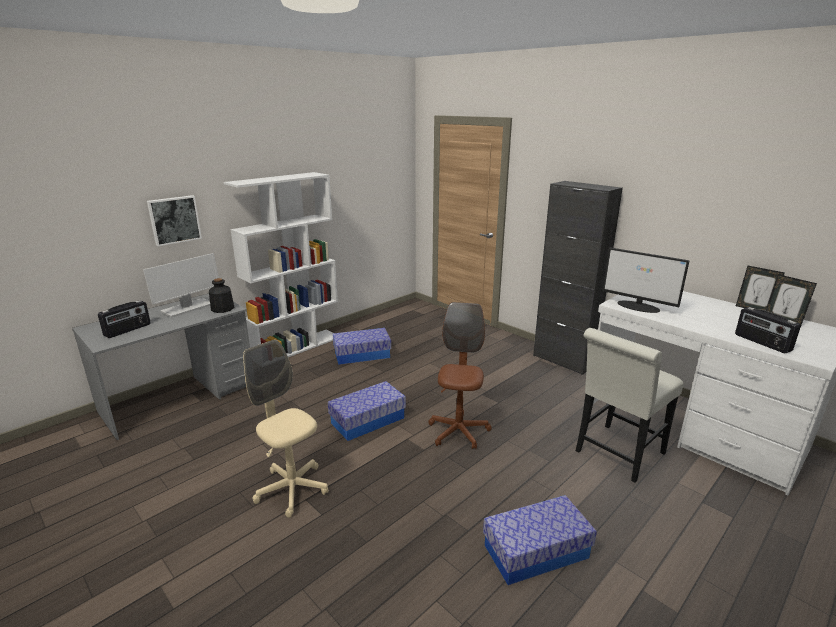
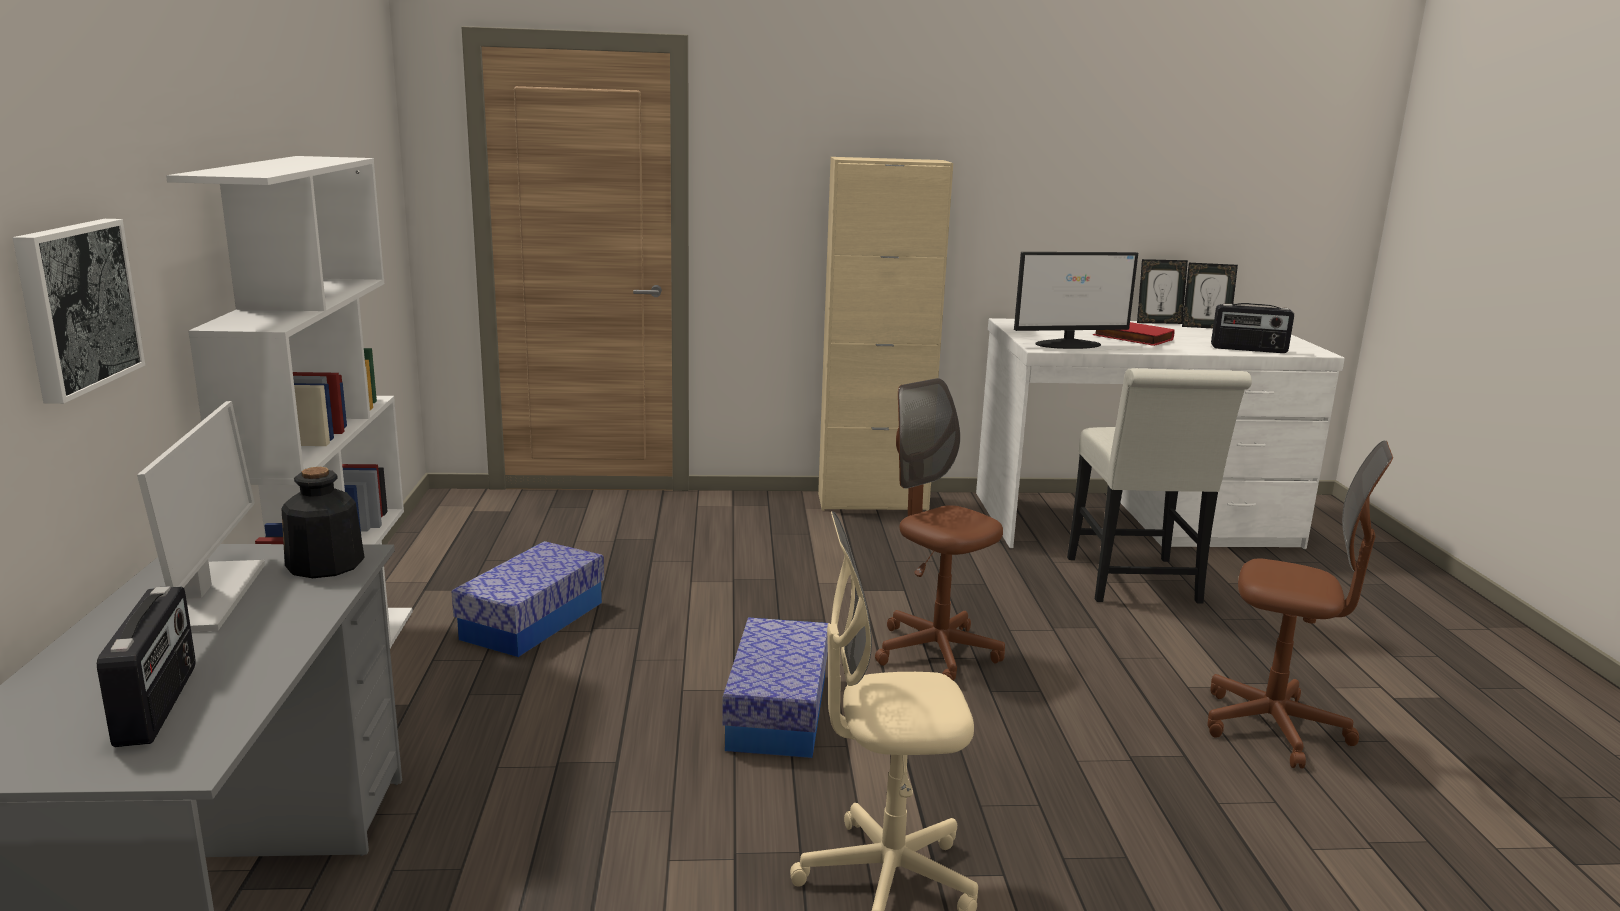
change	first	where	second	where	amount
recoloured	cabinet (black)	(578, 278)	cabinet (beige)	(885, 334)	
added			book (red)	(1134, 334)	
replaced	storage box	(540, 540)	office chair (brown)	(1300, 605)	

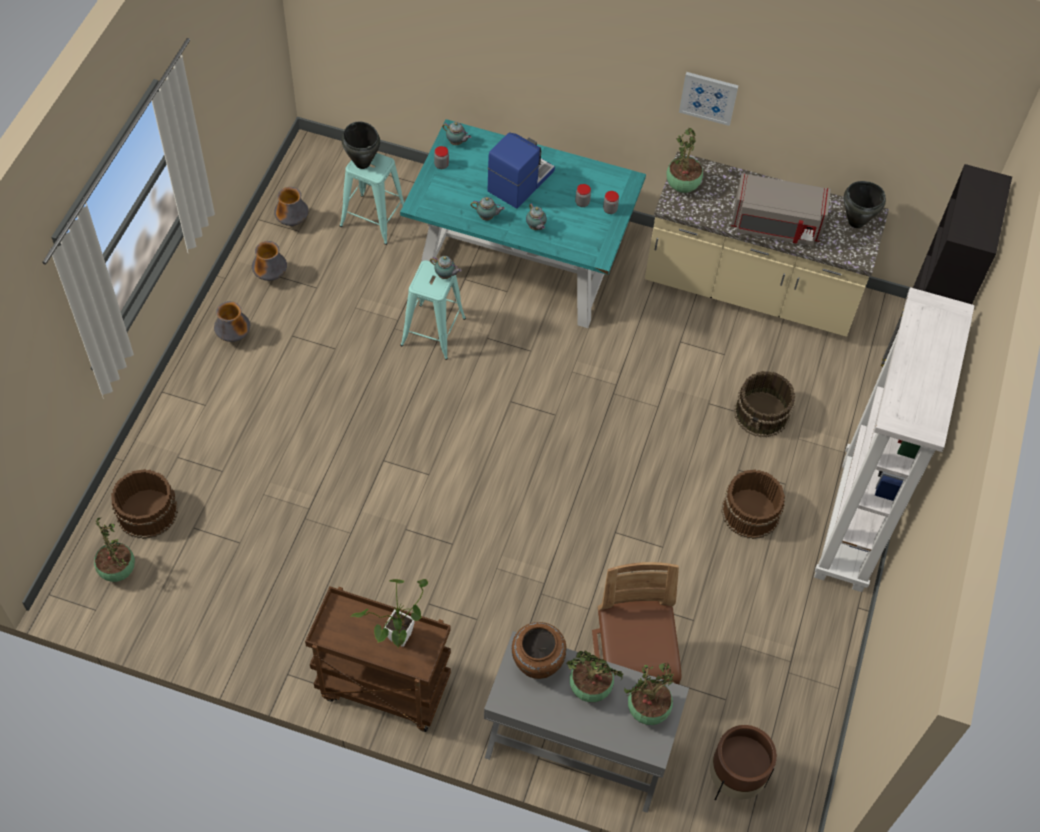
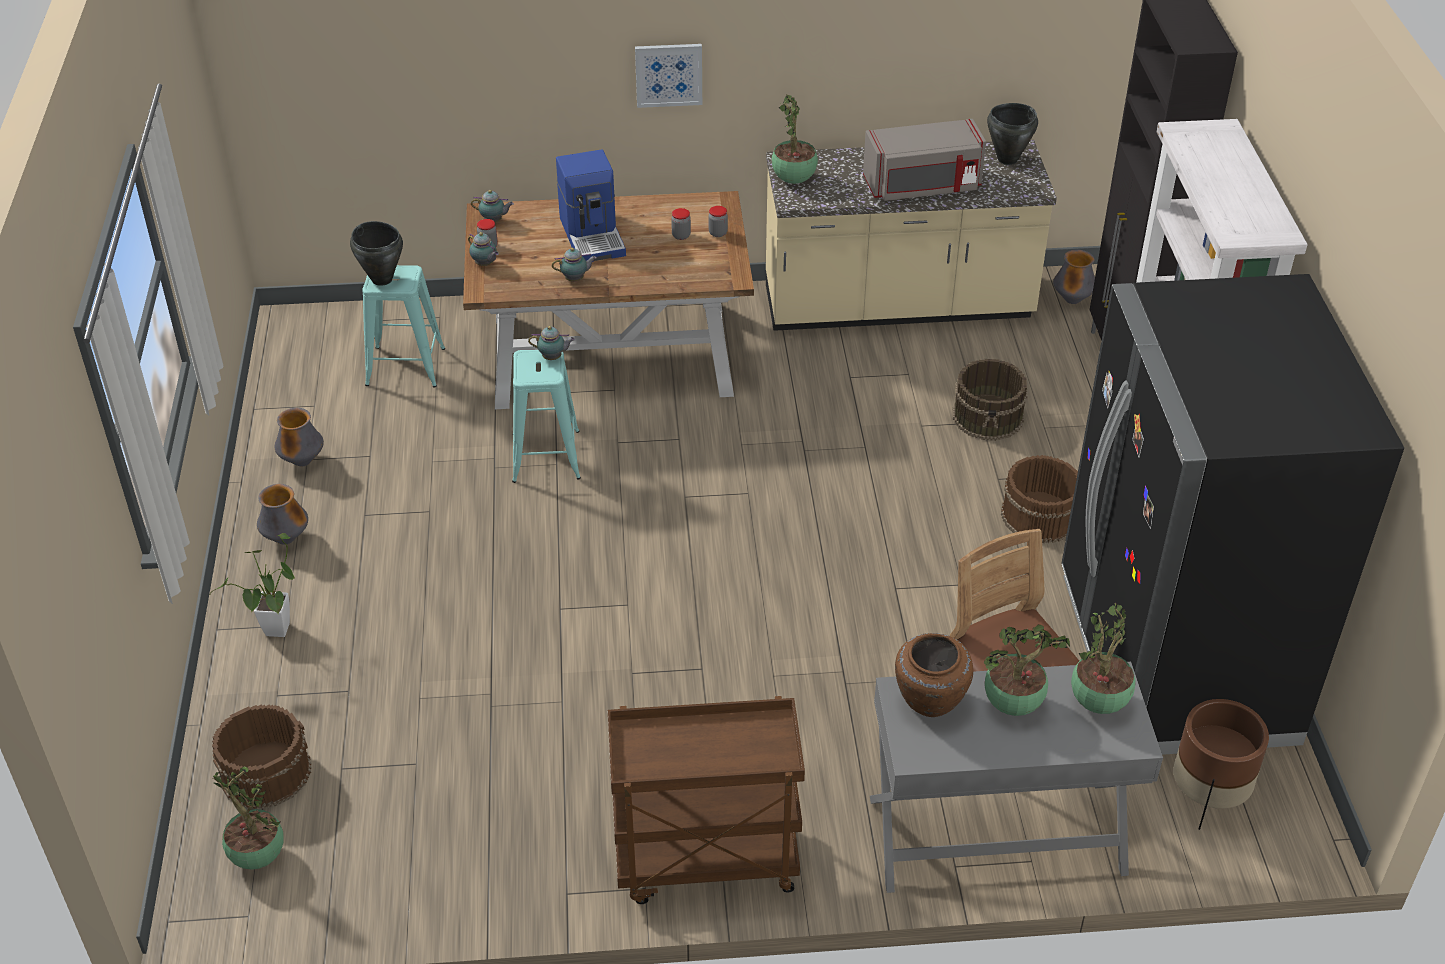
change	first	where	second	where	amount
moved	potted plant	(389, 613)		(252, 585)	
recoloured	dining table (turquoise)	(523, 223)	dining table (brown)	(608, 300)	
moved	teapot	(536, 216)		(483, 249)	
turned	coffee machine	(521, 170)		(591, 205)	150 degrees clockwise
moved	picture	(709, 99)		(668, 76)	
moved	vase	(291, 206)		(1074, 276)	
added			fridge (black)	(1233, 514)	

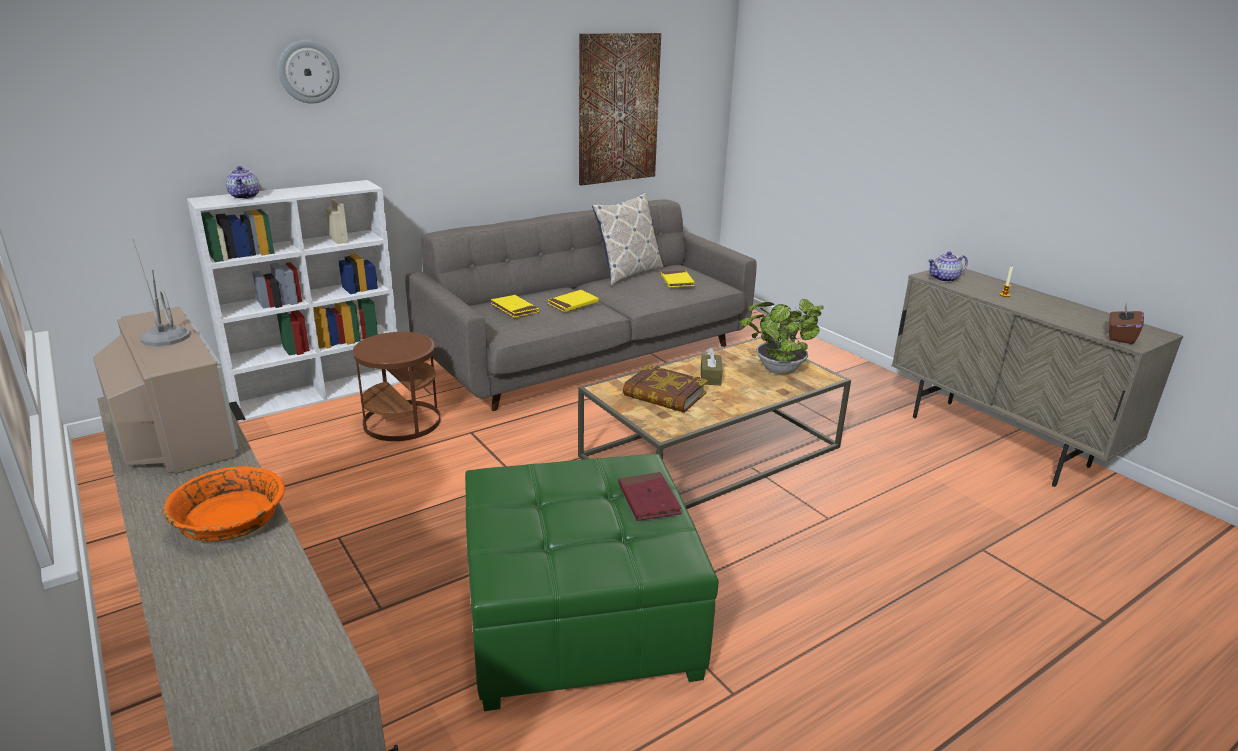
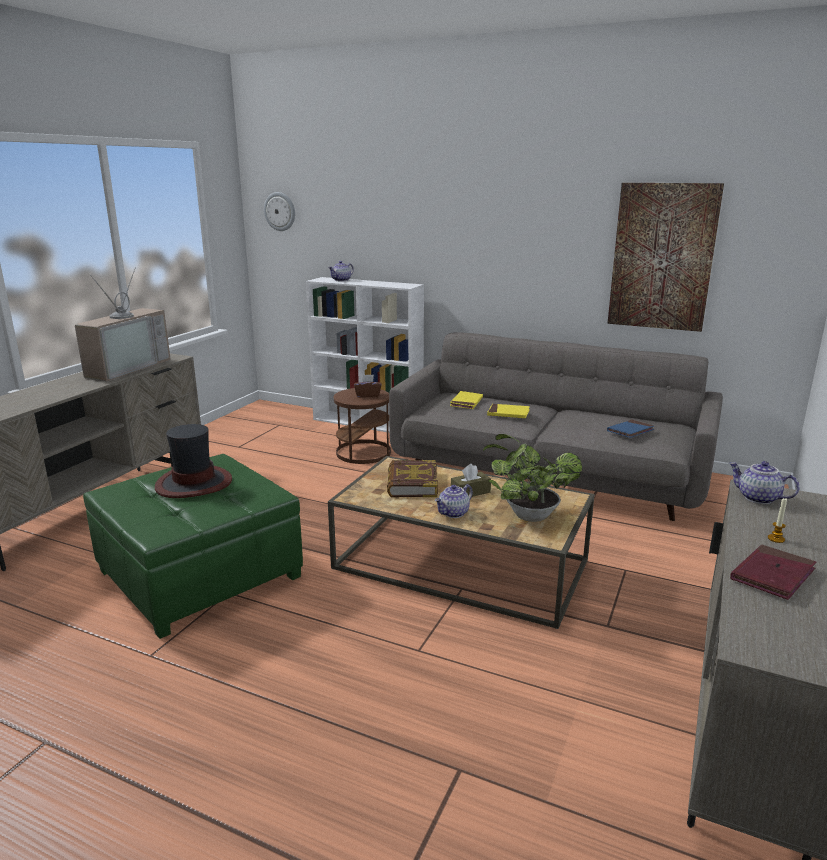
change	first	where	second	where	amount
added			hat	(193, 461)	
moved	wall clock	(309, 72)		(279, 211)	
moved	tissue box (brown)	(1126, 324)		(368, 386)	
added			teapot	(454, 501)	
recoloured	book (yellow)	(678, 278)	book (blue)	(630, 429)	
moved	book (red)	(650, 496)		(773, 572)	
removed	bowl (orange)	(224, 504)			
removed	pillow	(627, 239)			

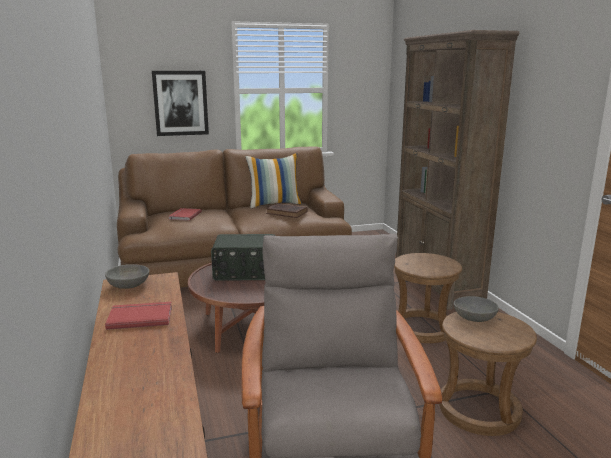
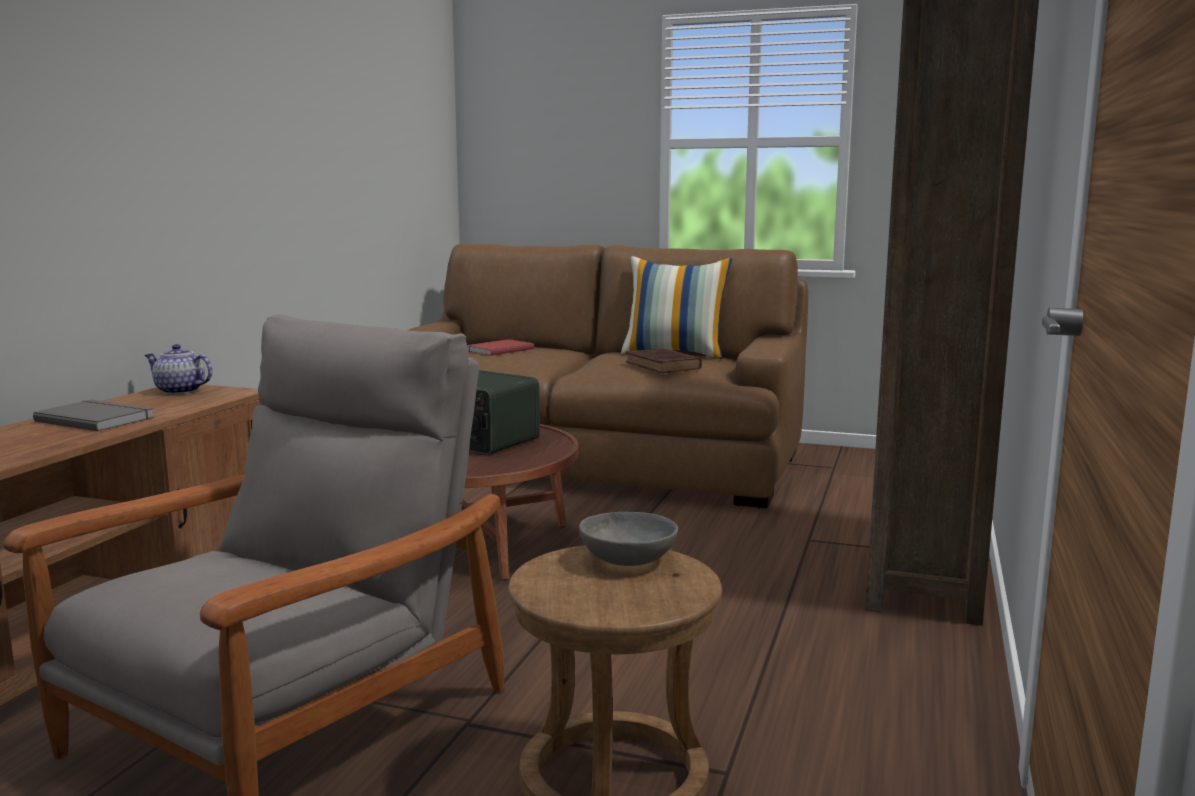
change	first	where	second	where	amount
recoloured	book (red)	(138, 316)	book (grey)	(93, 415)	
replaced	bowl (grey)	(127, 276)	teapot	(178, 369)	
removed	picture	(180, 103)			
removed	stool (brown)	(428, 298)			

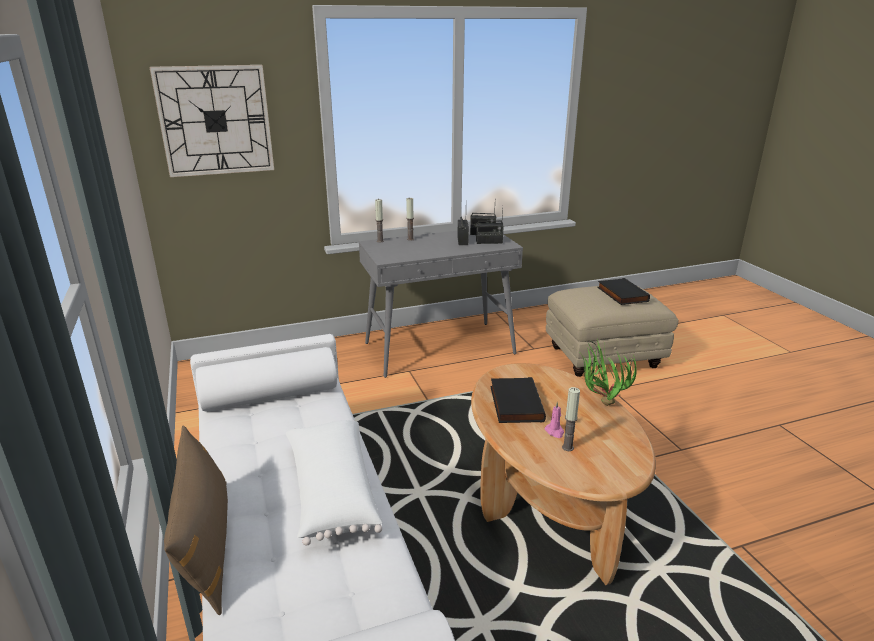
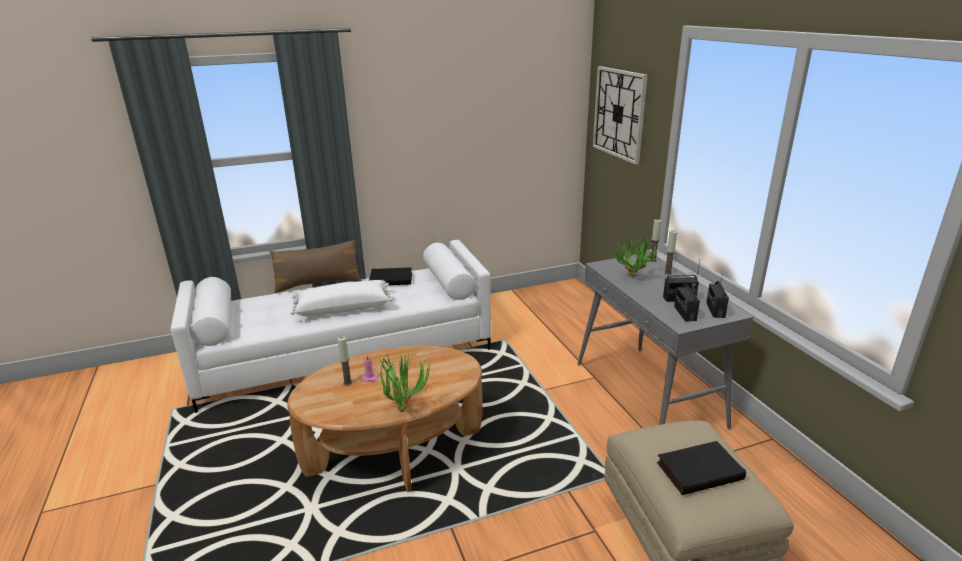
change	first	where	second	where	amount
moved	book (black)	(518, 400)		(390, 276)	
added			potted plant	(636, 254)	

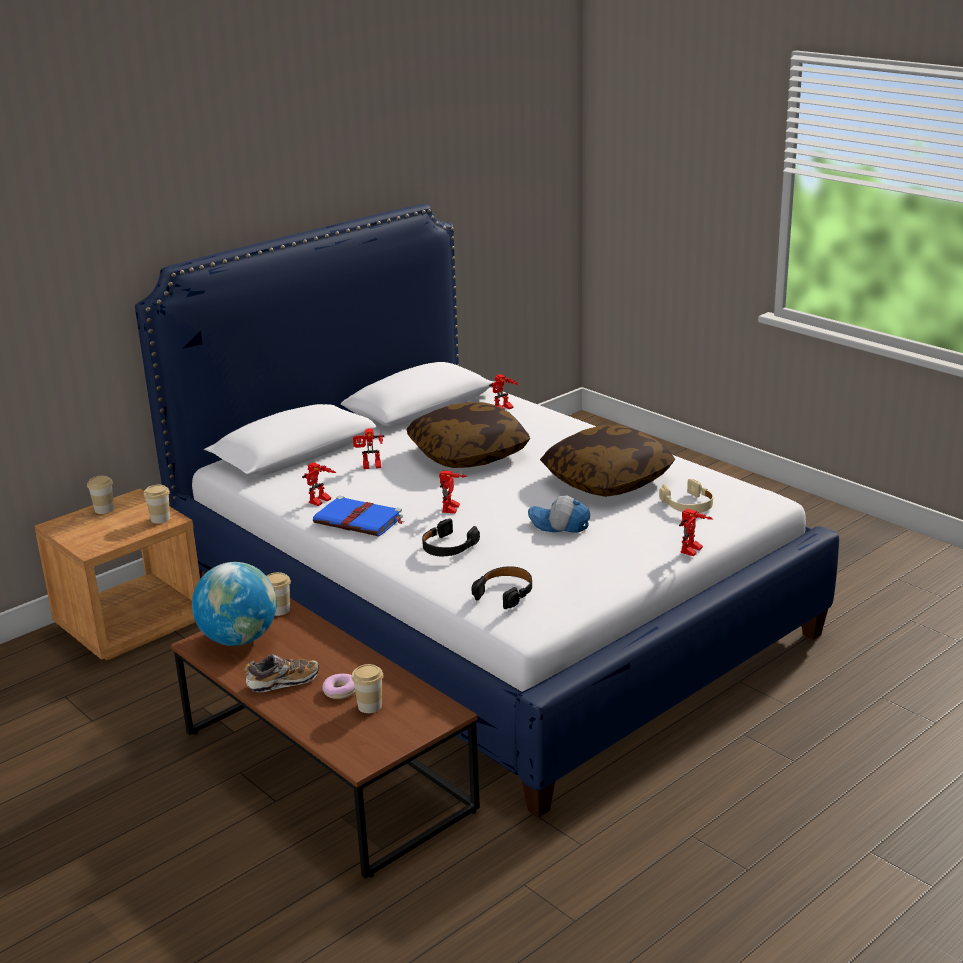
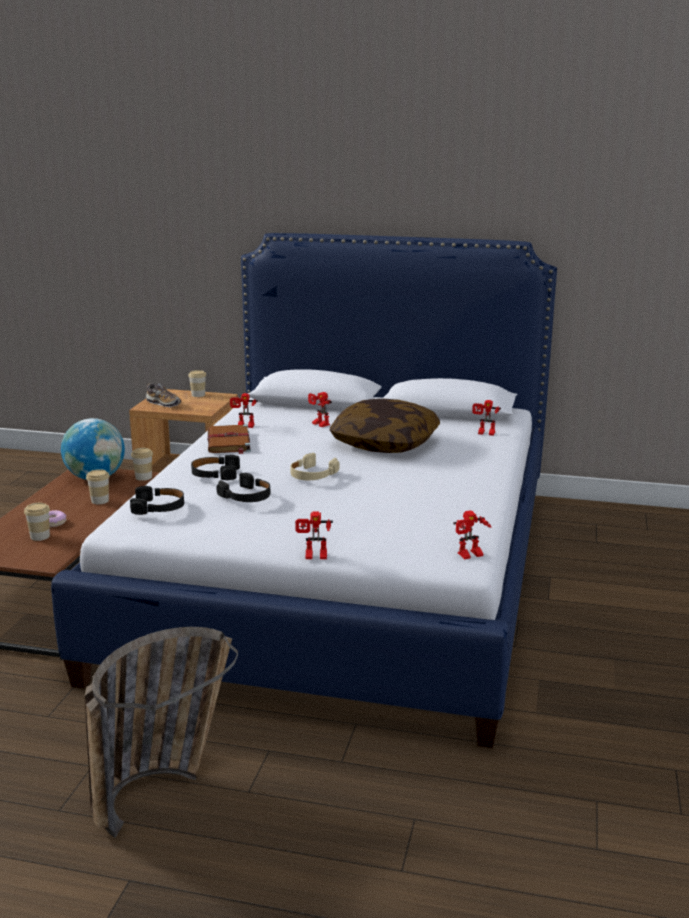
change	first	where	second	where	amount
added			basket	(161, 732)	
moved	cup	(157, 504)		(98, 486)	
moved	shoe	(281, 673)		(163, 395)	
recoloured	book (blue)	(358, 516)	book (brown)	(229, 439)	
added			headphones (black)	(243, 487)	
moved	headphones (beige)	(686, 496)		(315, 466)	
moved	toy robot	(453, 492)		(472, 534)	
removed	cap	(559, 514)			
removed	pillow	(607, 461)			

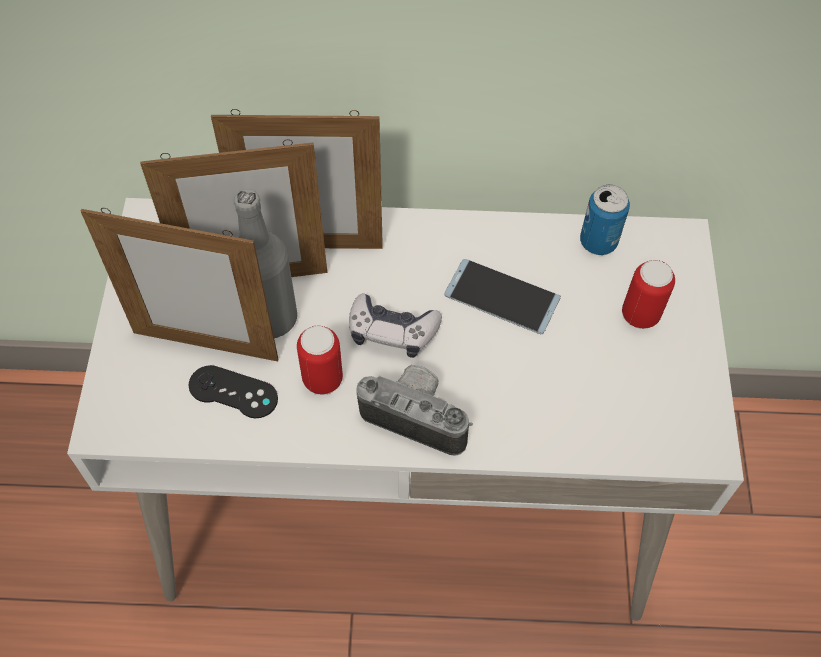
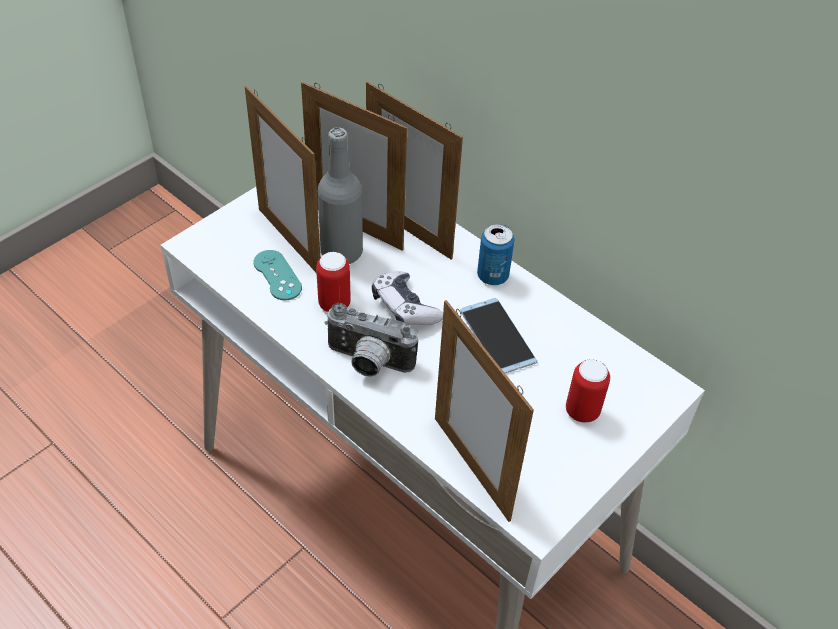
change	first	where	second	where	amount
recoloured	game controller (black)	(233, 391)	game controller (turquoise)	(278, 275)	
turned	photo camera	(414, 410)		(371, 340)	135 degrees clockwise
added			picture frame	(484, 411)	
moved	can	(605, 219)		(496, 254)	

